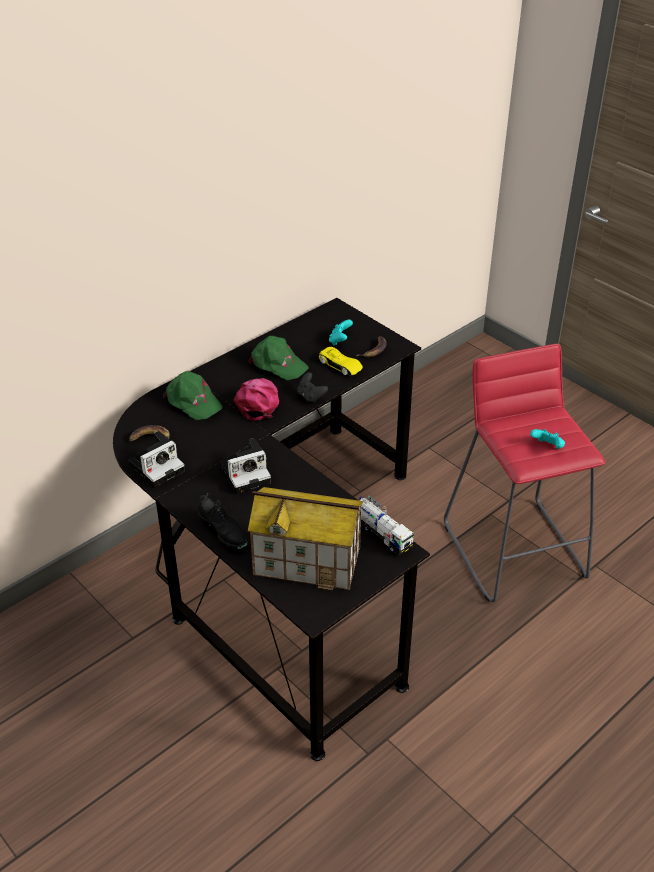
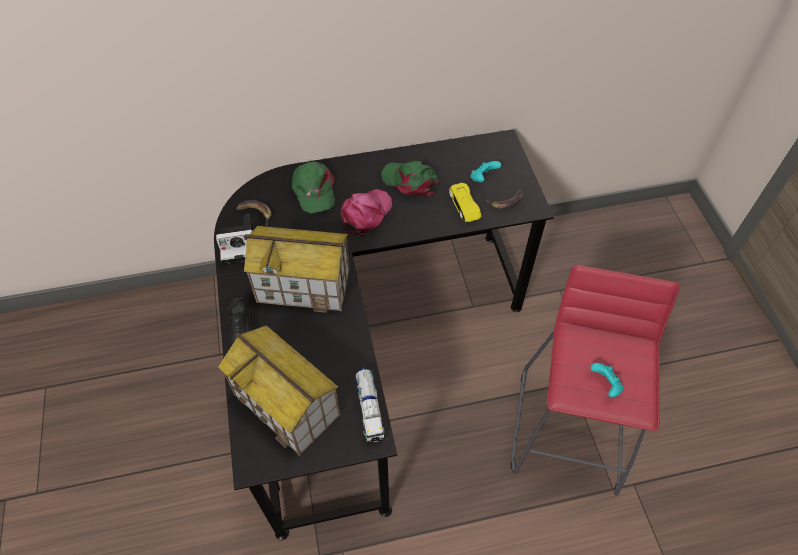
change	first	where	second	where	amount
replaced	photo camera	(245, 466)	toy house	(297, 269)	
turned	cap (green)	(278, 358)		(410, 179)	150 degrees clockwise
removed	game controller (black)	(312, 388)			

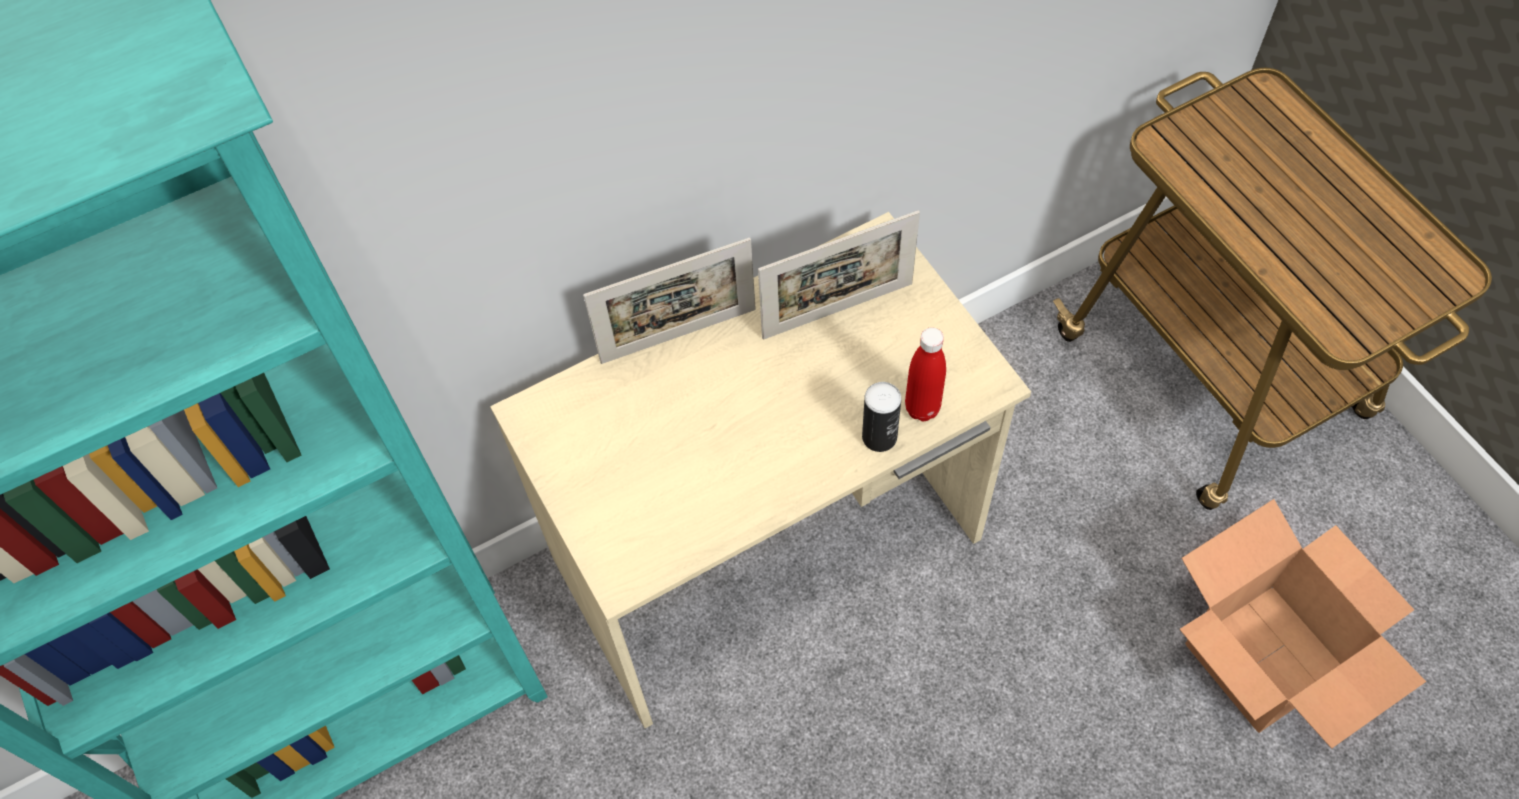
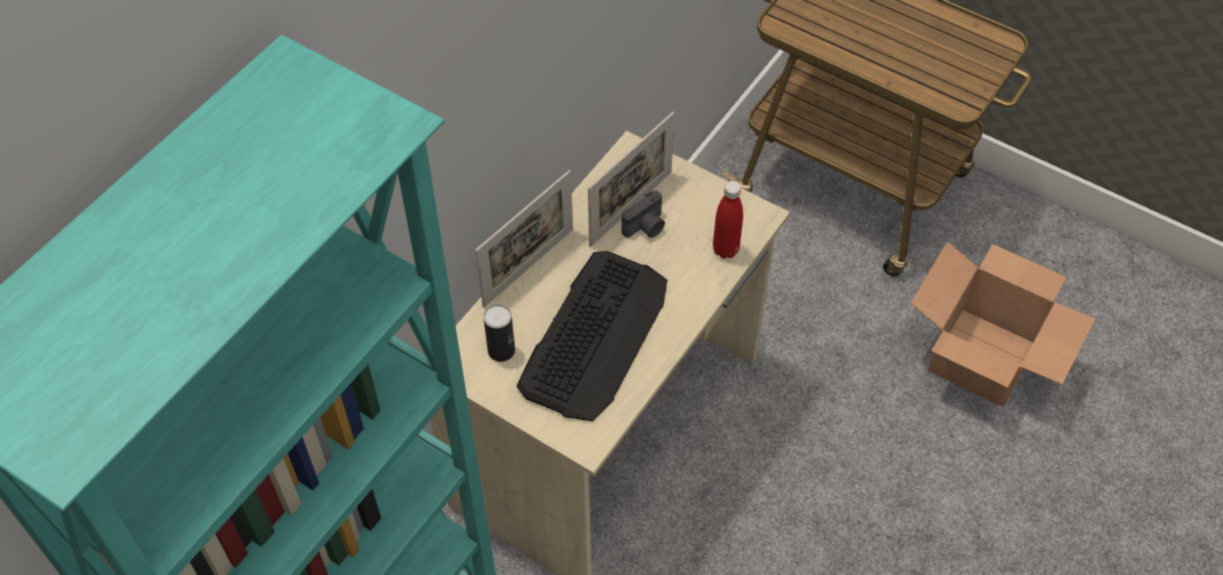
change	first	where	second	where	amount
moved	can	(881, 417)		(499, 333)	
added			keyboard	(592, 336)	
added			photo camera	(643, 214)	

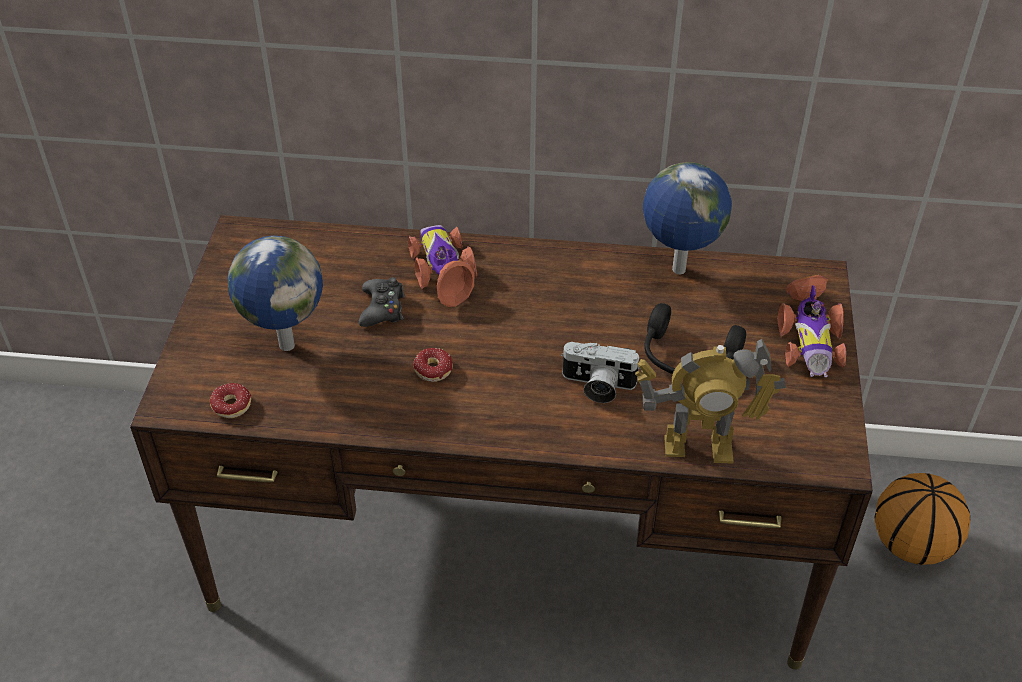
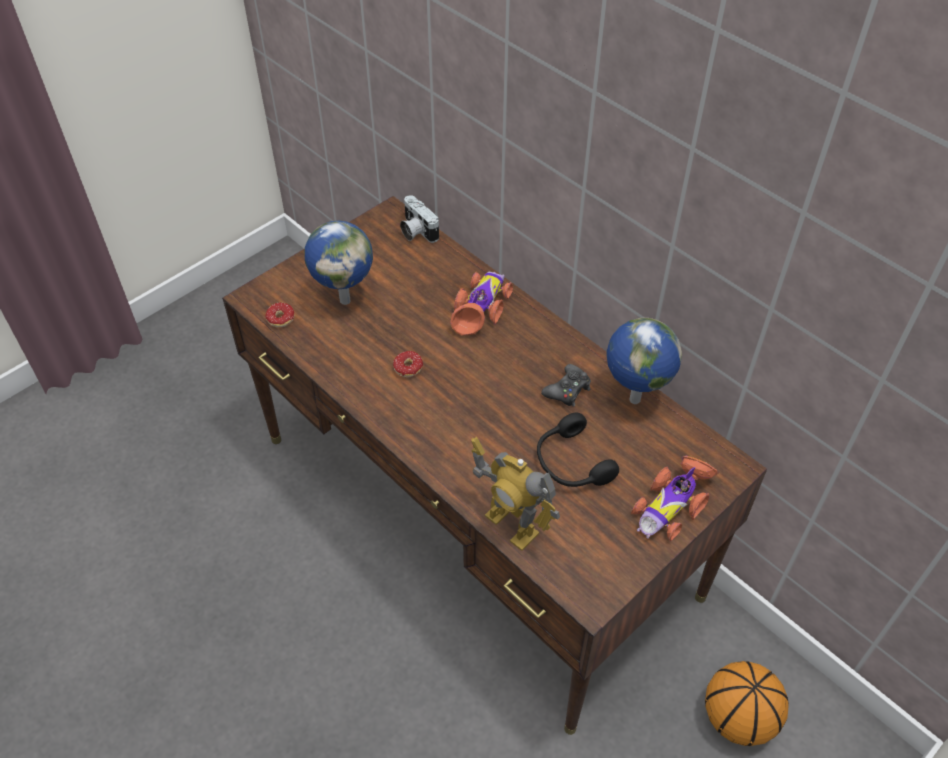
change	first	where	second	where	amount
moved	photo camera	(600, 372)		(419, 219)	
moved	game controller (black)	(382, 302)		(566, 385)	

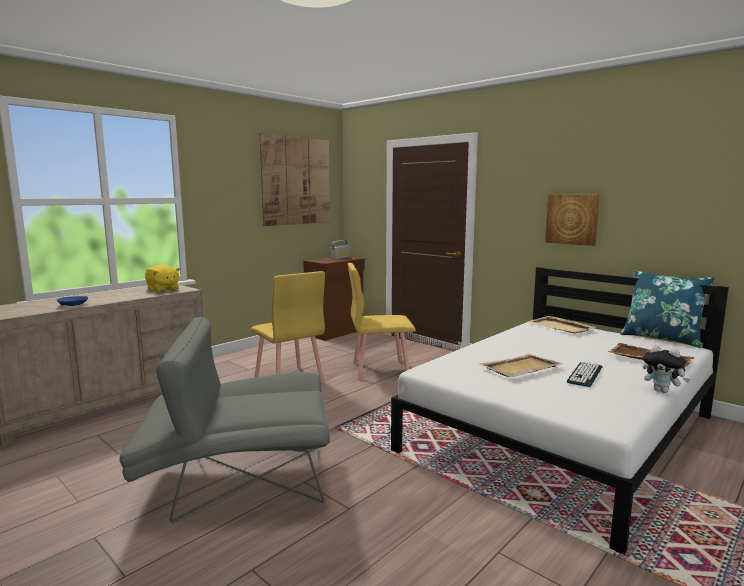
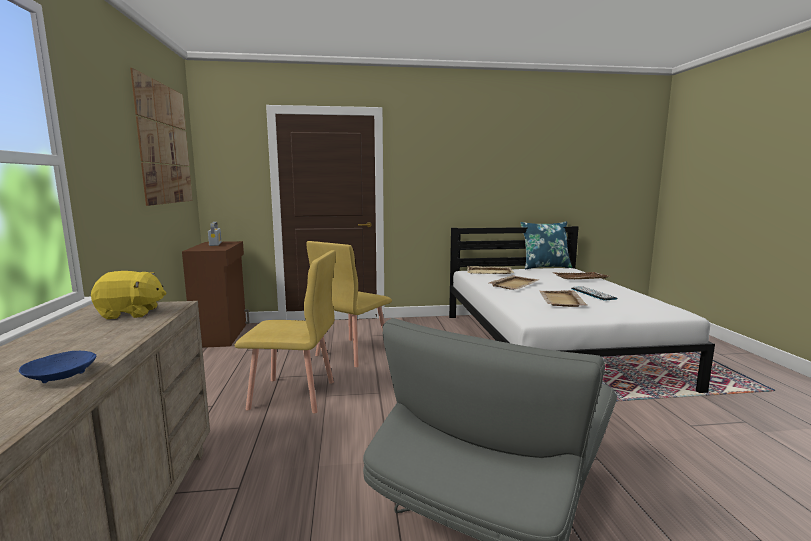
change	first	where	second	where	amount
added			tray (beige)	(514, 282)	
removed	picture	(572, 220)			
removed	plush toy	(666, 369)			

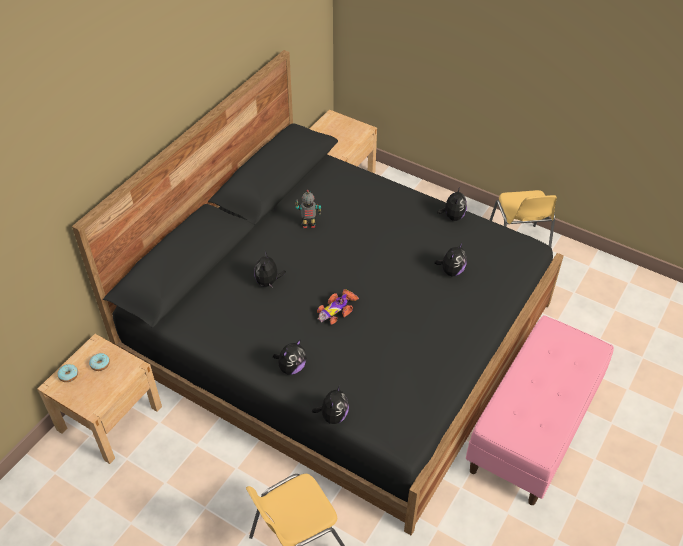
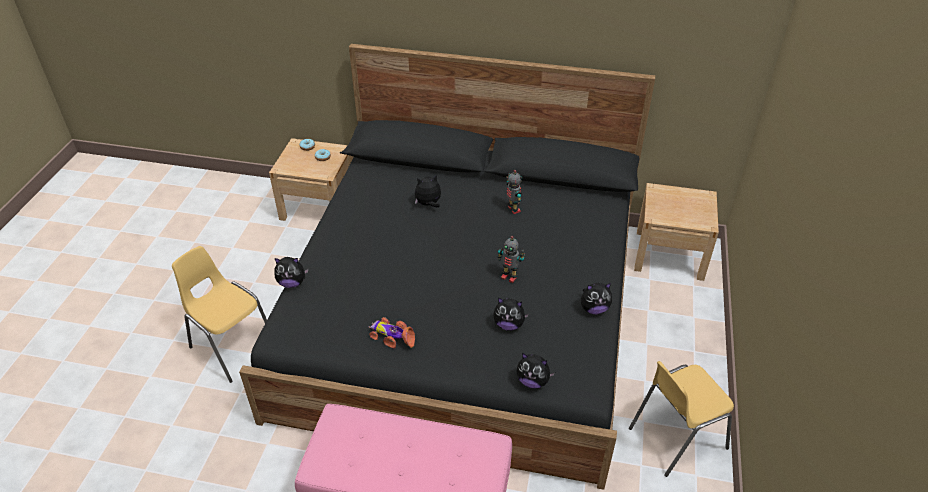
change	first	where	second	where	amount
moved	toy car	(338, 307)		(391, 333)	
added			toy robot	(511, 259)	
moved	plush toy	(290, 357)		(536, 371)	

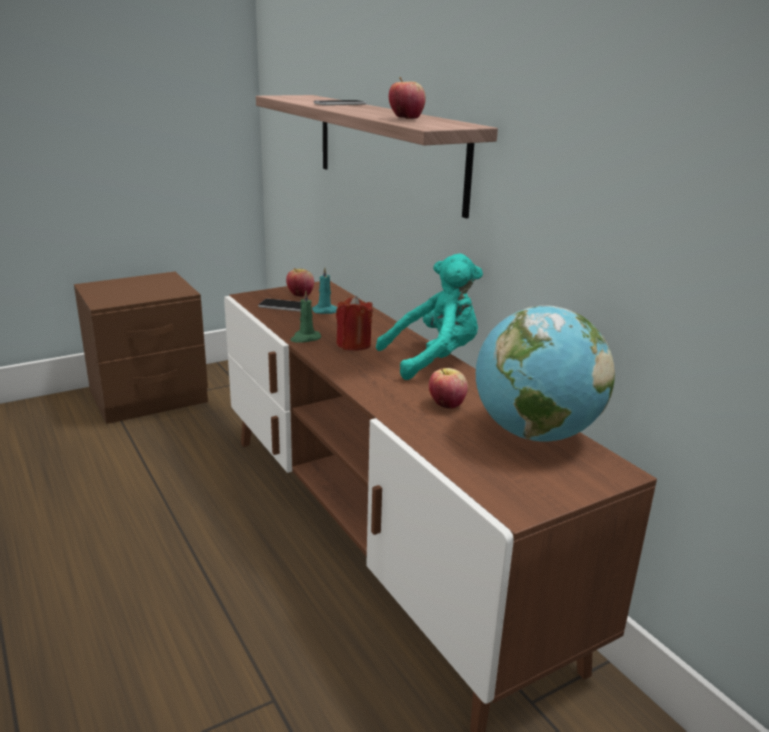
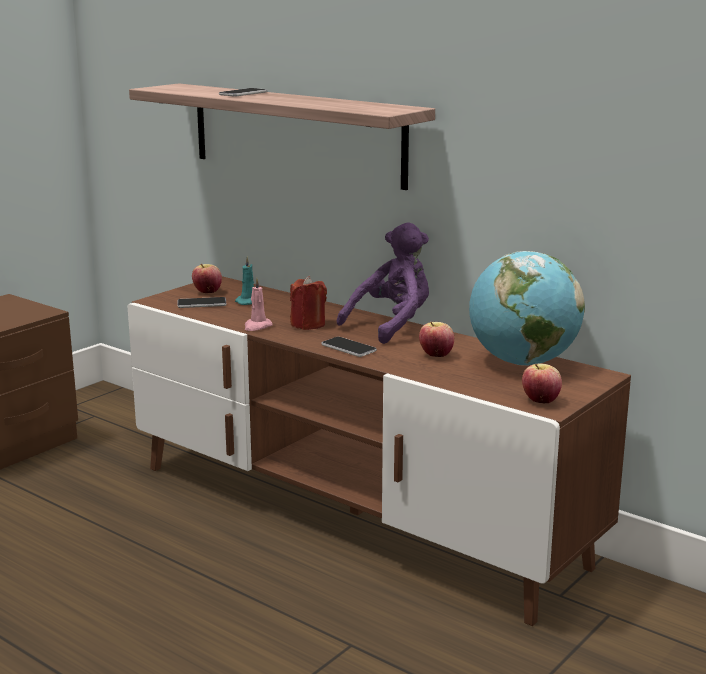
change	first	where	second	where	amount
recoloured	candle (green)	(305, 316)	candle (pink)	(258, 304)	
added			phone	(349, 347)	
recoloured	plush toy (turquoise)	(429, 316)	plush toy (purple)	(383, 283)	
moved	apple	(407, 98)		(542, 383)	

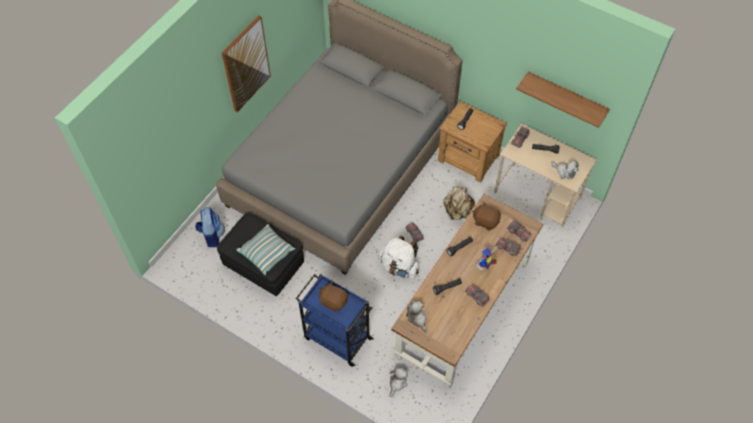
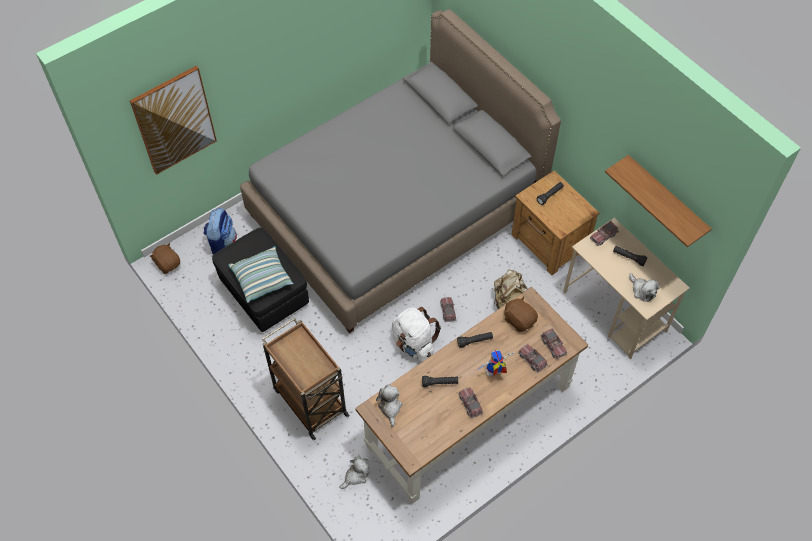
change	first	where	second	where	amount
moved	picture	(246, 63)		(173, 120)	
moved	plush toy (brown)	(333, 297)		(164, 258)	
recoloured	cart (blue)	(335, 320)	cart (brown)	(306, 379)	

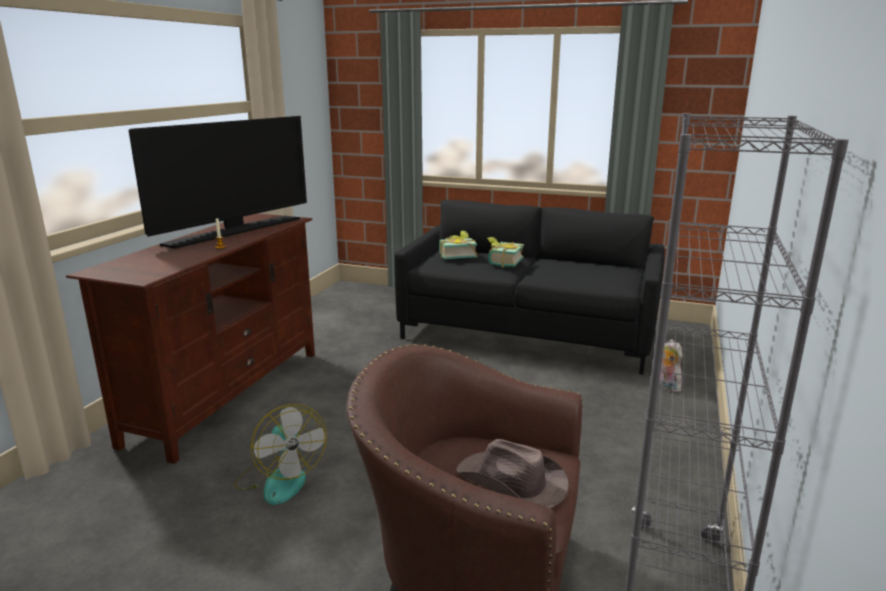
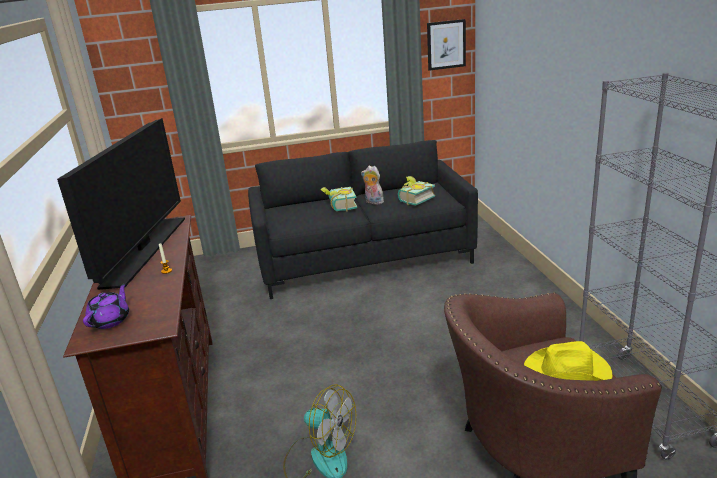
change	first	where	second	where	amount
added			teapot (purple)	(106, 306)	
moved	plush toy	(670, 366)		(372, 185)	
moved	book	(458, 245)		(416, 190)	
added			picture	(446, 45)	
recoloured	hat (brown)	(512, 474)	hat (yellow)	(568, 361)	

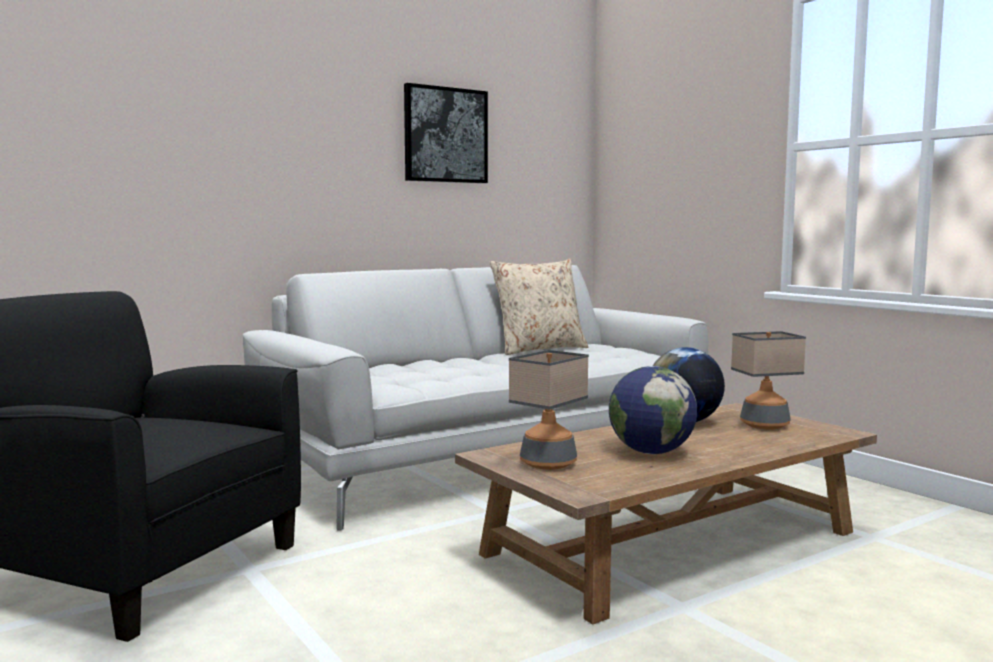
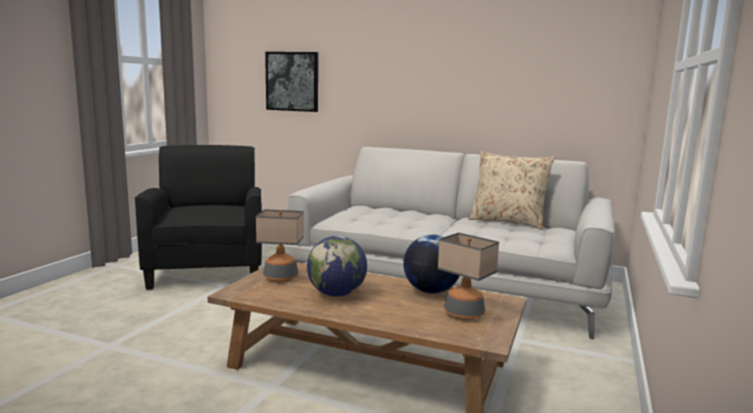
change	first	where	second	where	amount
moved	picture	(446, 133)		(291, 82)	

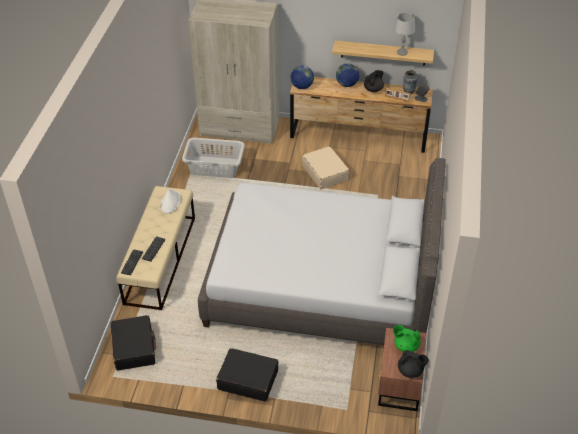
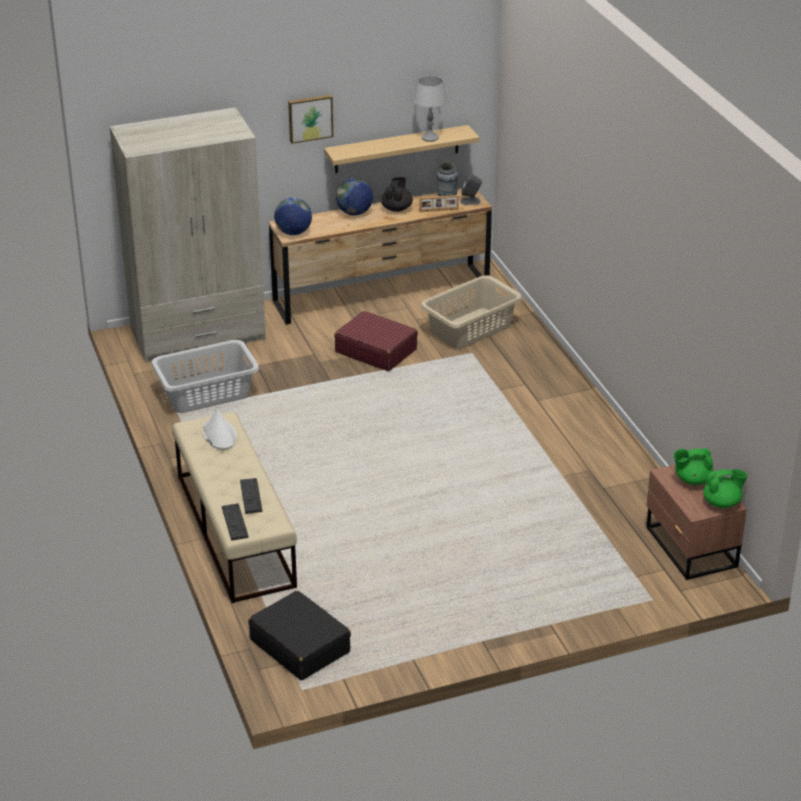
change	first	where	second	where	amount
added			picture	(310, 119)	
recoloured	suitcase (beige)	(326, 168)	suitcase (red)	(376, 341)	
added			laundry basket (beige)	(471, 312)	
recoloured	teapot (black)	(413, 364)	teapot (green)	(725, 488)	
removed	bed (grey)	(322, 251)			
removed	suitcase (black)	(247, 374)			

